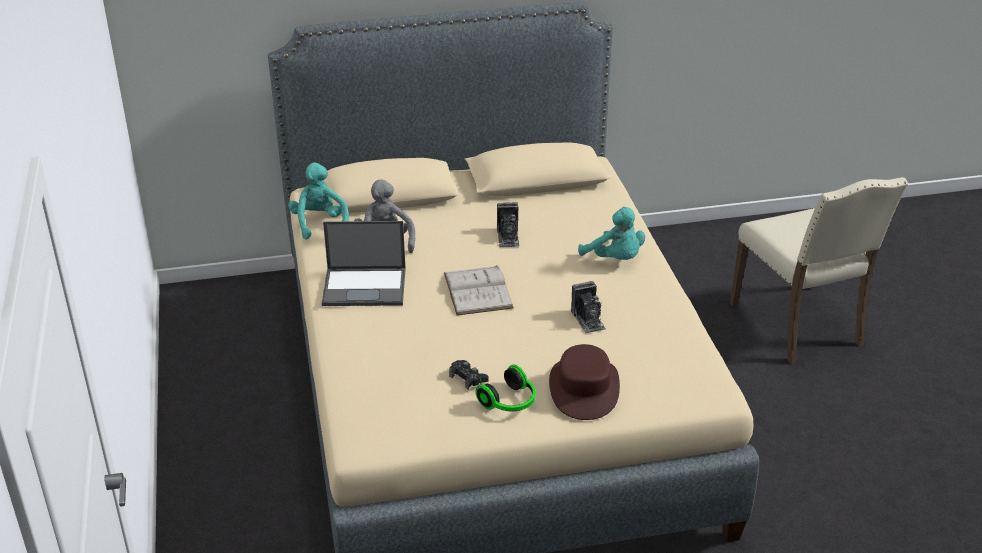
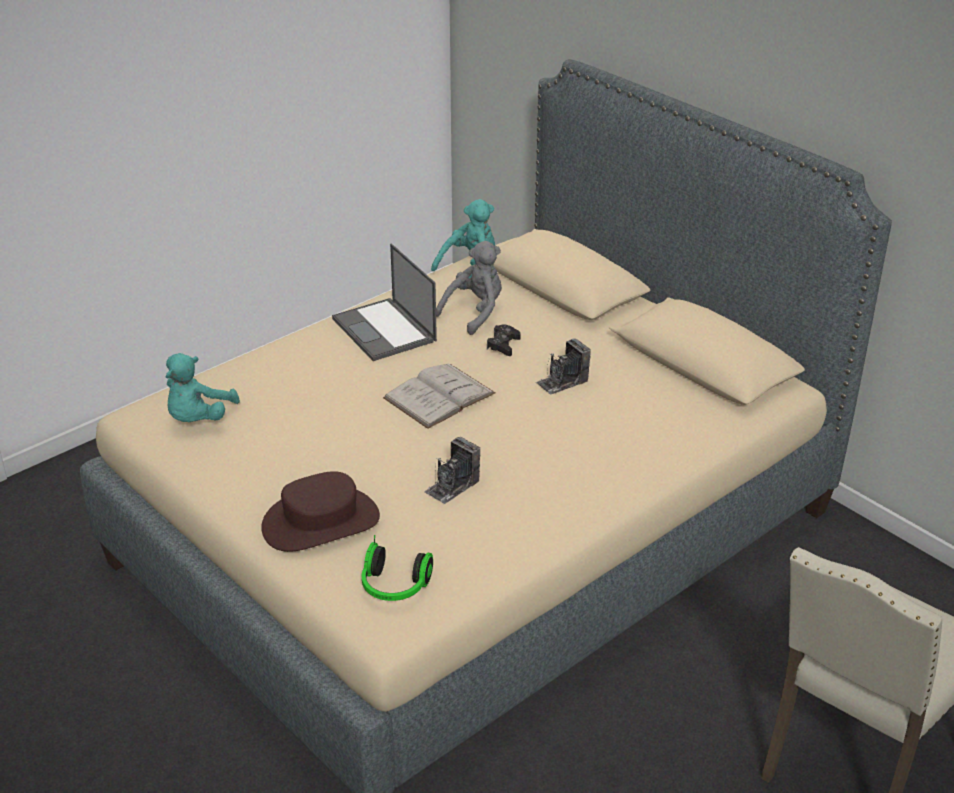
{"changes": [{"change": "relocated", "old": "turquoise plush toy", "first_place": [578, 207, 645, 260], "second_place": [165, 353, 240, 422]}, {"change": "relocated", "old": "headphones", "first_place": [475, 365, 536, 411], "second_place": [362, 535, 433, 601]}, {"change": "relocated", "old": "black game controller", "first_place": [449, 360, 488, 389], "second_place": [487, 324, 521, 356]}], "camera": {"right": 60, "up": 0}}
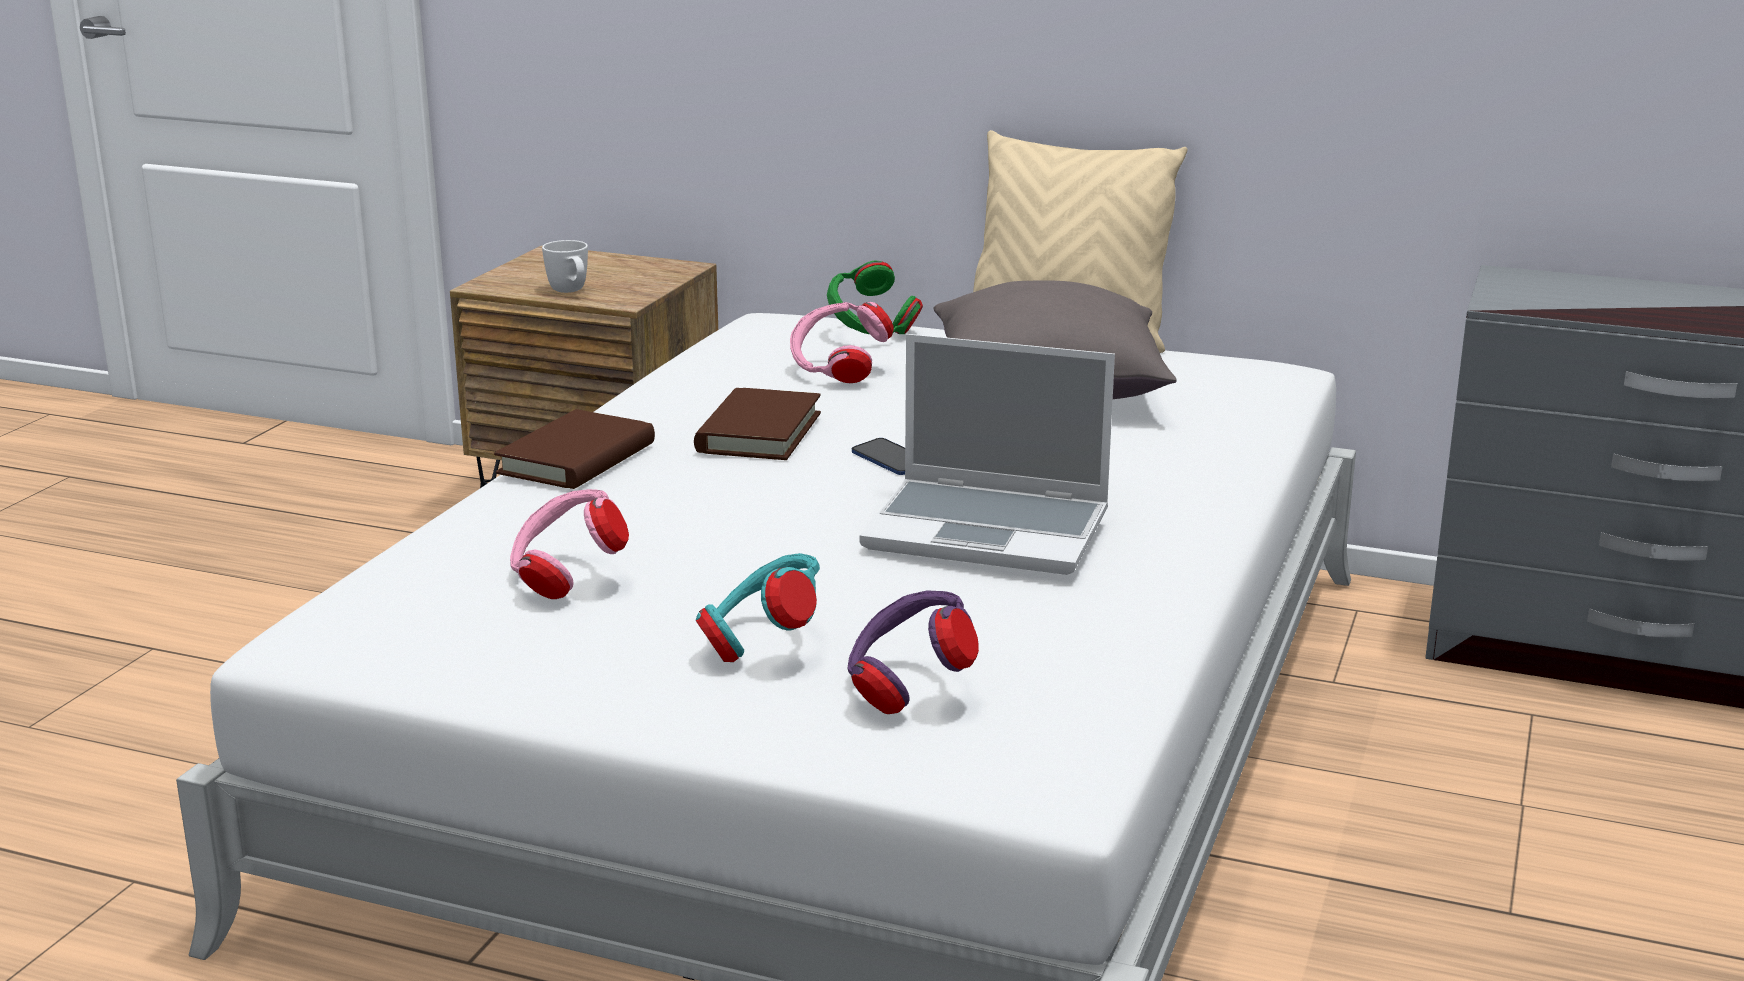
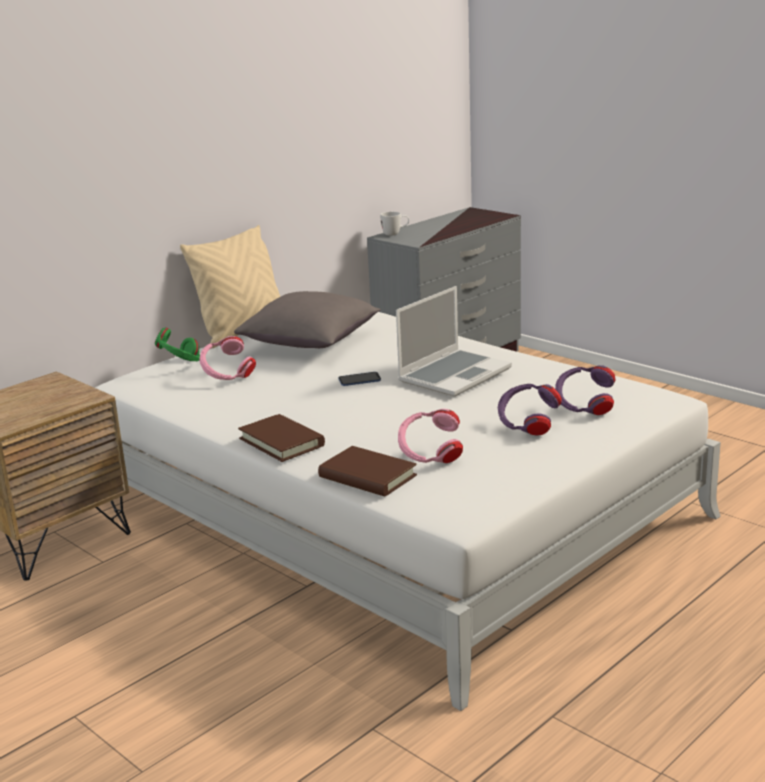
{"changes": [{"change": "relocated", "old": "brown book", "first_place": [694, 388, 821, 460], "second_place": [318, 446, 417, 496]}, {"change": "relocated", "old": "white mug", "first_place": [542, 240, 588, 293], "second_place": [380, 212, 409, 236]}, {"change": "colour", "old": "turquoise headphones", "new": "purple headphones", "first_place": [696, 553, 820, 662], "second_place": [498, 384, 562, 435]}], "camera": {"right": -65, "up": 0}}
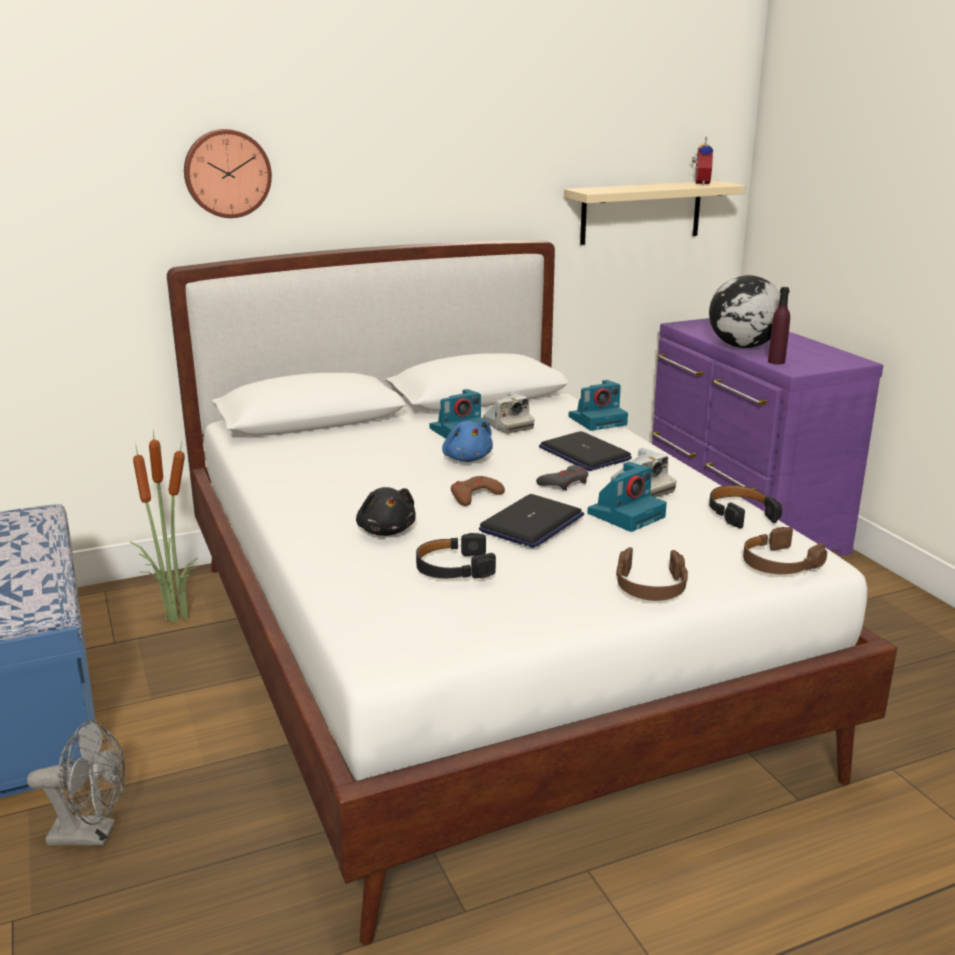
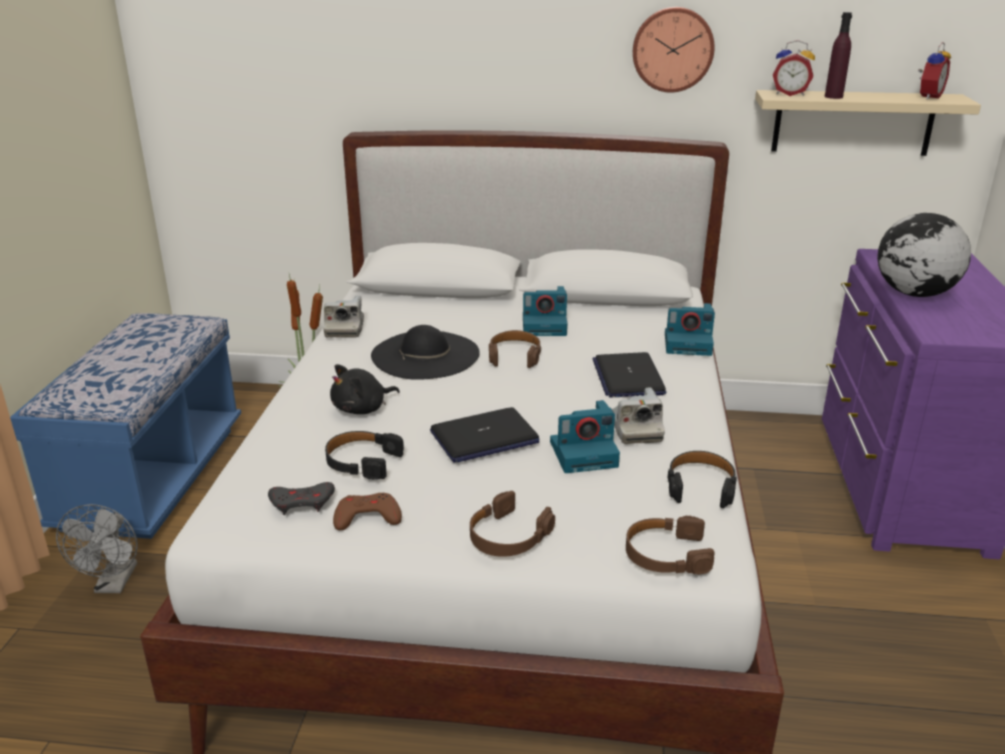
{"changes": [{"change": "spun", "old": "grey fan", "first_place": [27, 720, 125, 846], "second_place": [56, 504, 138, 593], "degrees": 60}, {"change": "relocated", "old": "grey game controller", "first_place": [536, 465, 589, 491], "second_place": [268, 482, 335, 515]}, {"change": "relocated", "old": "photo camera", "first_place": [483, 391, 535, 434], "second_place": [324, 296, 364, 338]}, {"change": "spun", "old": "black plush toy", "first_place": [356, 487, 416, 536], "second_place": [330, 364, 400, 414], "degrees": 45}, {"change": "relocated", "old": "brown game controller", "first_place": [451, 476, 505, 506], "second_place": [333, 493, 402, 530]}, {"change": "appeared", "new": "black hat", "second_place": [371, 325, 480, 380]}, {"change": "exchanged", "old": "blue plush toy", "new": "brown headphones", "first_place": [442, 421, 493, 462], "second_place": [489, 330, 541, 368]}, {"change": "relocated", "old": "wall clock", "first_place": [184, 129, 272, 218], "second_place": [633, 7, 715, 93]}, {"change": "appeared", "new": "alarm clock", "second_place": [773, 40, 815, 96]}, {"change": "relocated", "old": "purple bottle", "first_place": [768, 287, 790, 364], "second_place": [825, 12, 852, 99]}], "camera": {"right": 30, "up": 5}}
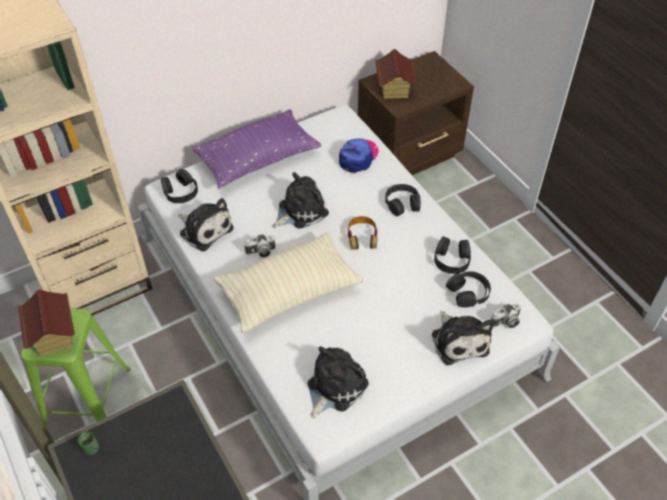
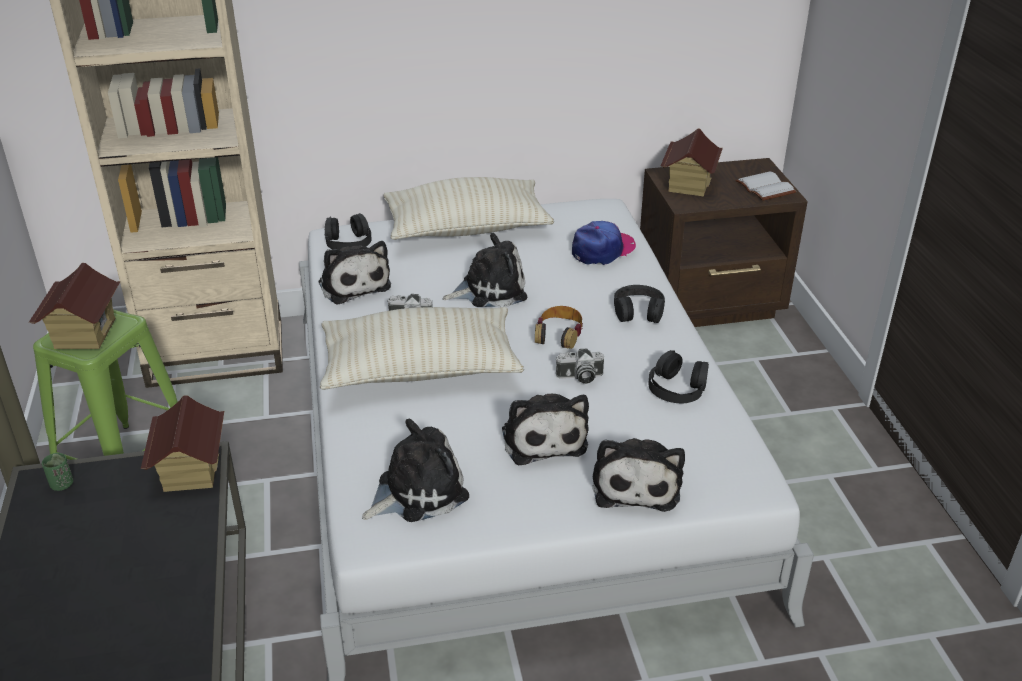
{"changes": [{"change": "appeared", "new": "toy house", "second_place": [141, 395, 224, 492]}, {"change": "colour", "old": "purple pillow", "new": "beige pillow", "first_place": [192, 109, 321, 189], "second_place": [383, 177, 554, 240]}, {"change": "appeared", "new": "plush toy", "second_place": [502, 394, 589, 465]}, {"change": "relocated", "old": "photo camera", "first_place": [491, 303, 521, 328], "second_place": [556, 348, 604, 384]}, {"change": "appeared", "new": "white book", "second_place": [735, 171, 796, 201]}, {"change": "missing", "old": "black headphones", "first_place": [446, 271, 491, 307]}], "camera": {"right": 20, "up": -15}}
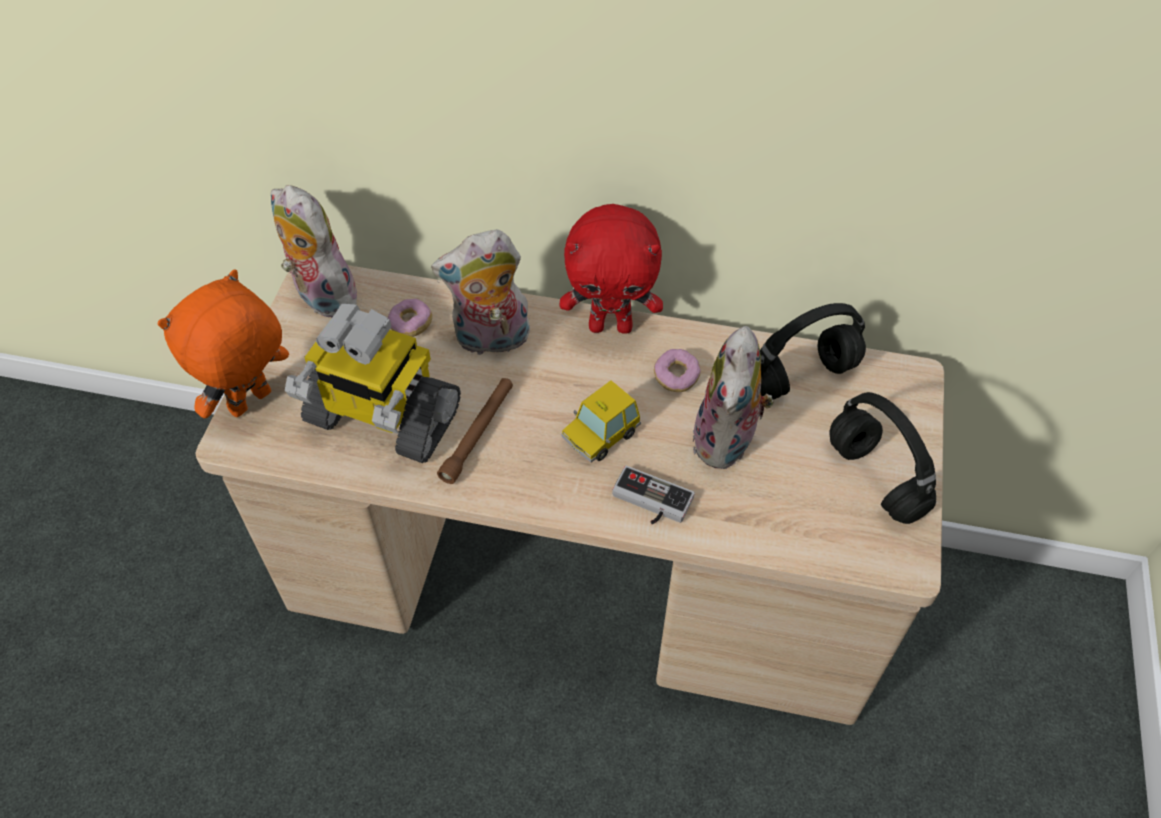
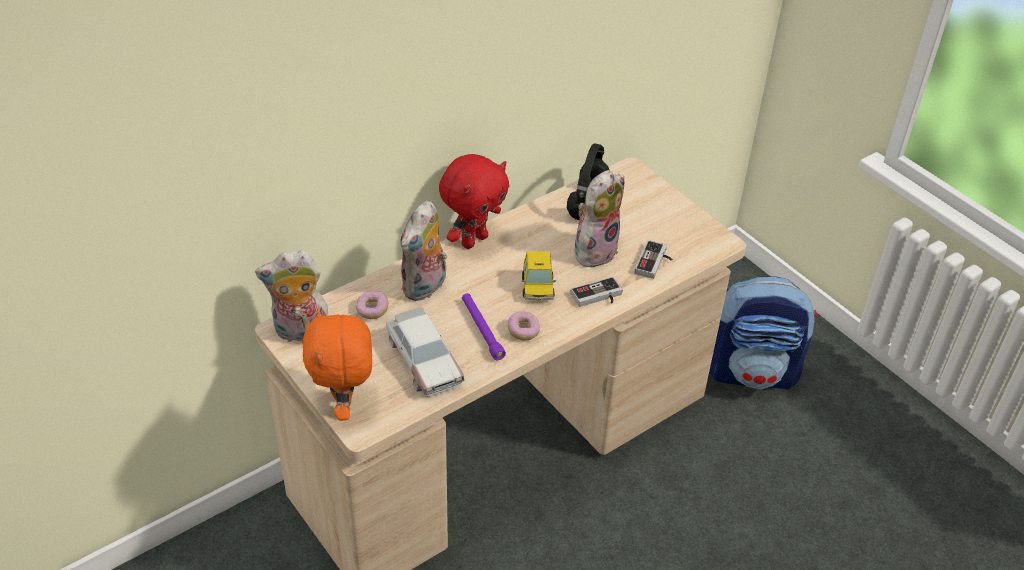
{"changes": [{"change": "exchanged", "old": "toy robot", "new": "toy car", "first_place": [285, 304, 461, 463], "second_place": [386, 307, 464, 397]}, {"change": "colour", "old": "brown flashlight", "new": "purple flashlight", "first_place": [437, 378, 513, 484], "second_place": [462, 293, 506, 360]}, {"change": "relocated", "old": "donut", "first_place": [654, 349, 701, 392], "second_place": [508, 311, 540, 341]}, {"change": "spun", "old": "plush toy", "first_place": [693, 326, 774, 469], "second_place": [575, 170, 624, 270], "degrees": -105}, {"change": "appeared", "new": "game controller", "second_place": [635, 240, 672, 279]}, {"change": "appeared", "new": "backpack", "second_place": [709, 276, 817, 390]}, {"change": "missing", "old": "black headphones", "first_place": [829, 392, 936, 524]}], "camera": {"right": -50, "up": -10}}
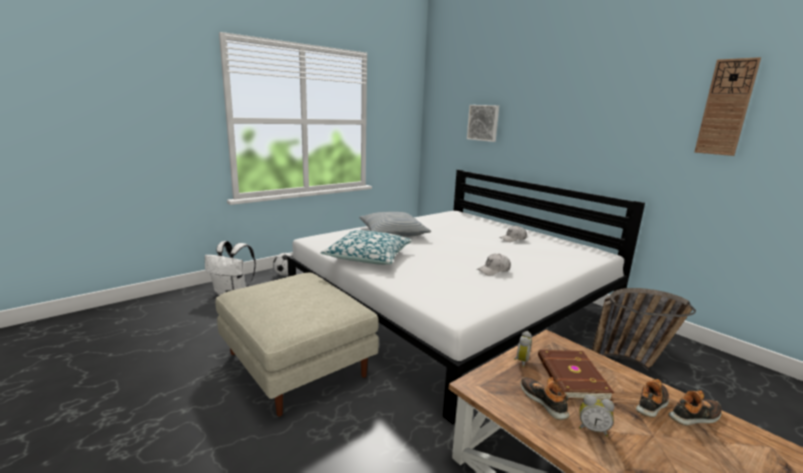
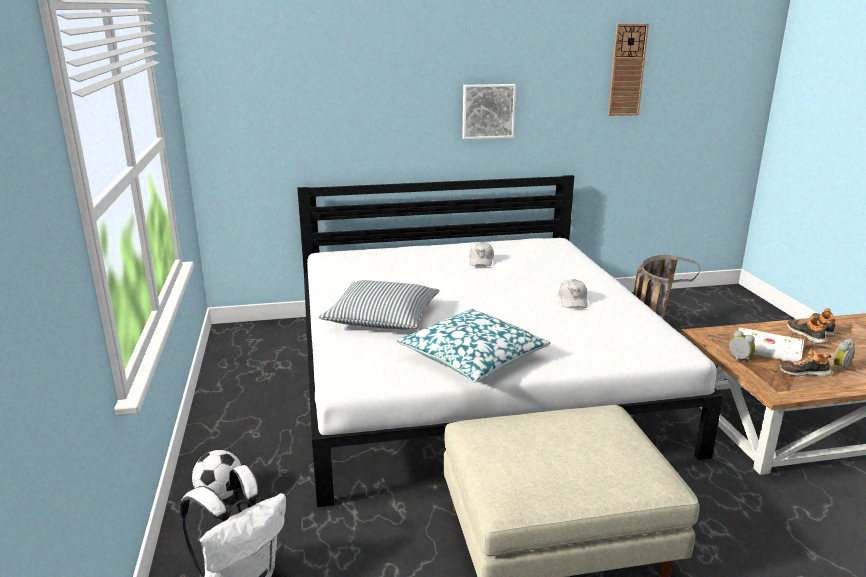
{"changes": [{"change": "relocated", "old": "picture", "first_place": [467, 105, 499, 142], "second_place": [462, 84, 516, 139]}, {"change": "colour", "old": "brown book", "new": "white book", "first_place": [538, 350, 614, 401], "second_place": [738, 327, 804, 362]}], "camera": {"right": -60, "up": 5}}
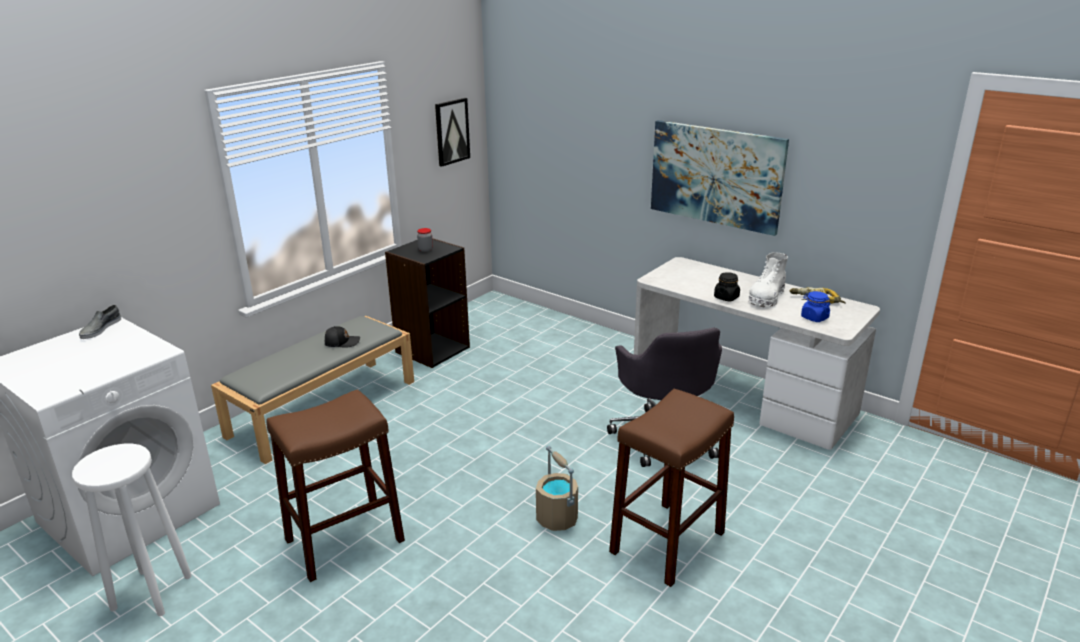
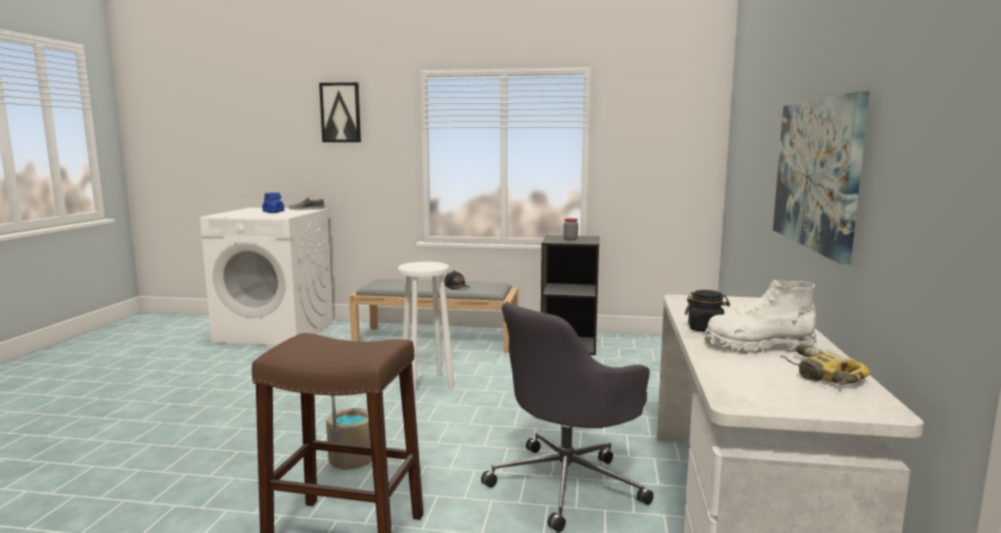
{"changes": [{"change": "relocated", "old": "blue jar", "first_place": [801, 291, 831, 322], "second_place": [262, 192, 284, 213]}, {"change": "relocated", "old": "picture", "first_place": [435, 98, 470, 167], "second_place": [319, 82, 361, 142]}, {"change": "relocated", "old": "white stool", "first_place": [72, 444, 192, 616], "second_place": [398, 262, 454, 395]}, {"change": "missing", "old": "brown stool", "first_place": [266, 389, 405, 582]}], "camera": {"right": 60, "up": -15}}
